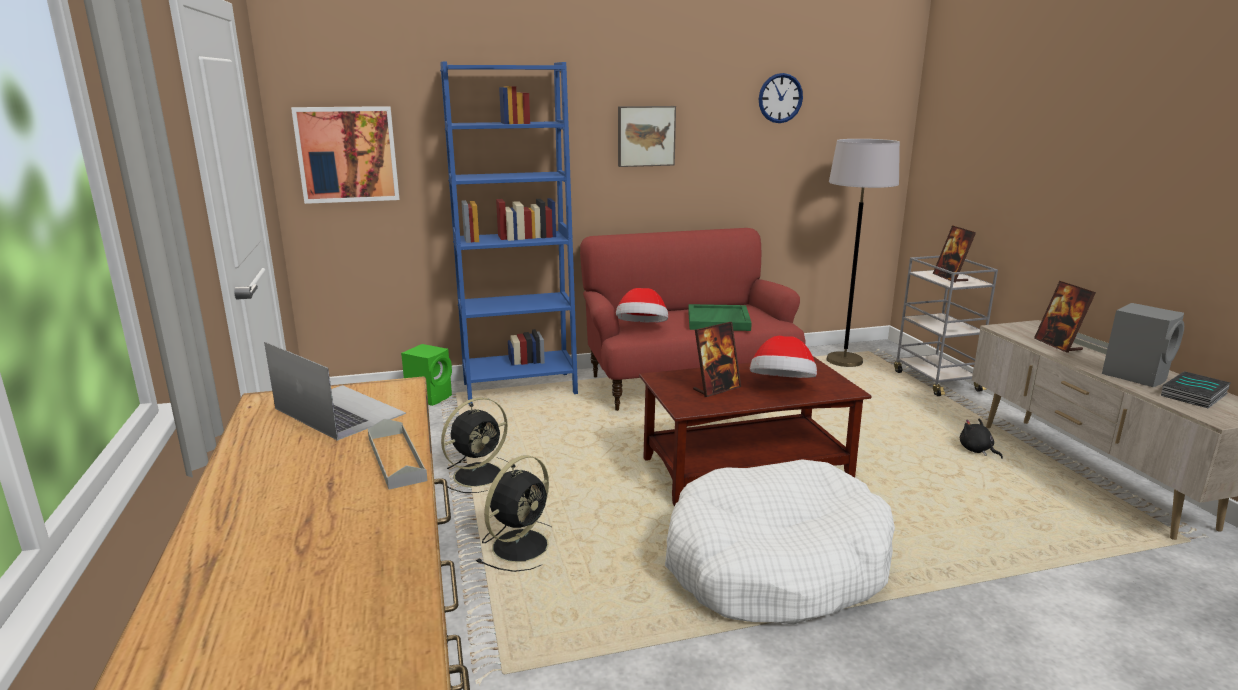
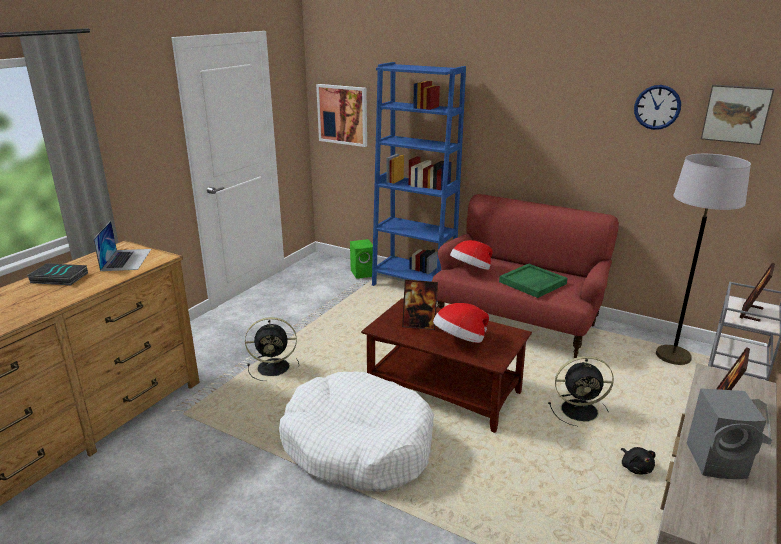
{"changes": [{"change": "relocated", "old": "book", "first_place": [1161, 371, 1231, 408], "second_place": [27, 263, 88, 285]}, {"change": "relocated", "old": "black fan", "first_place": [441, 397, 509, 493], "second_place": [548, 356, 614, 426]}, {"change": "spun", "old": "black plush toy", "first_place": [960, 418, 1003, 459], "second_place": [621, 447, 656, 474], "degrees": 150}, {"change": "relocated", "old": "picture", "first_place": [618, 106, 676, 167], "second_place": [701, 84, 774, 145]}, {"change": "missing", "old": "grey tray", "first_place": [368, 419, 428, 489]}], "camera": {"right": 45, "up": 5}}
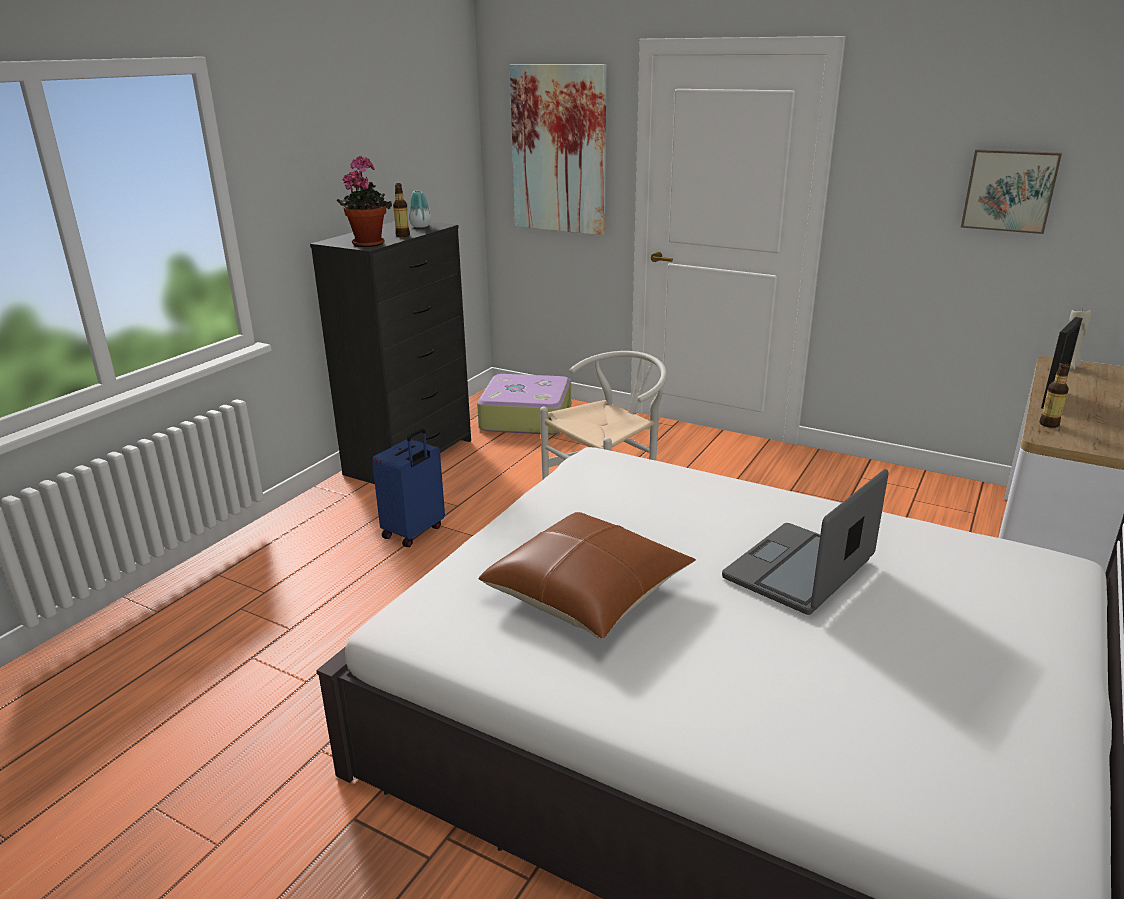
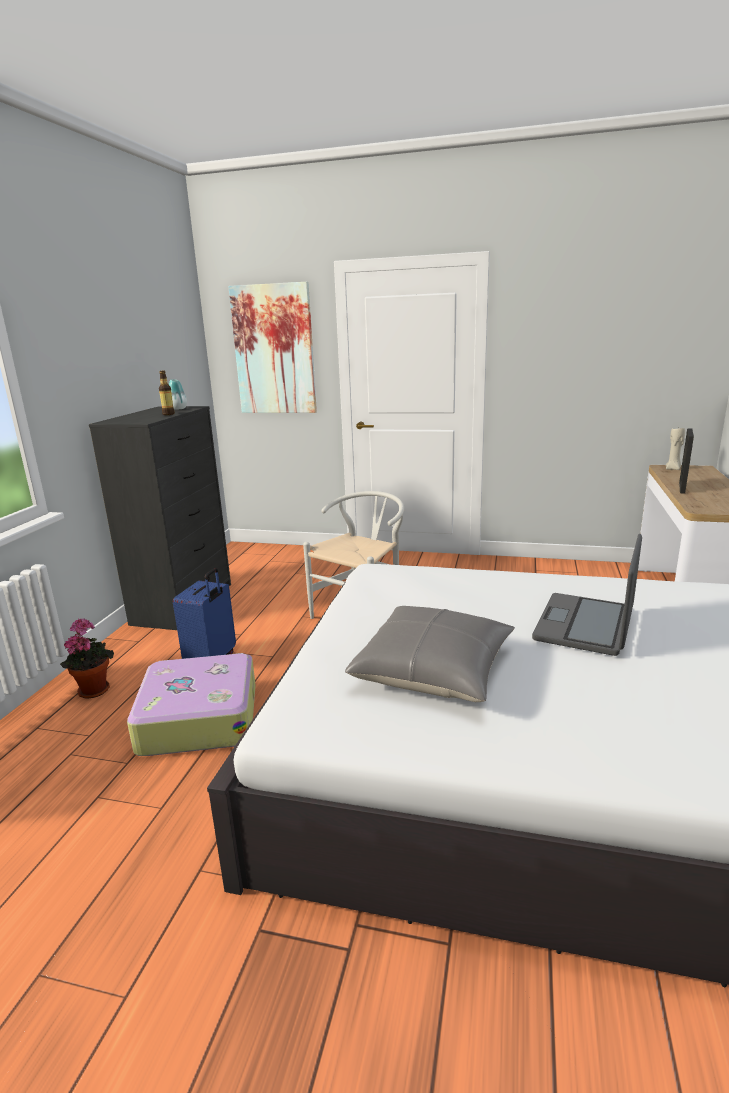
{"changes": [{"change": "relocated", "old": "potted plant", "first_place": [337, 156, 392, 247], "second_place": [60, 618, 114, 699]}, {"change": "relocated", "old": "suitcase", "first_place": [477, 374, 571, 435], "second_place": [127, 653, 256, 756]}, {"change": "colour", "old": "brown pillow", "new": "grey pillow", "first_place": [479, 512, 696, 639], "second_place": [345, 606, 515, 702]}, {"change": "missing", "old": "picture", "first_place": [961, 149, 1062, 234]}, {"change": "missing", "old": "bottle", "first_place": [1039, 362, 1069, 428]}], "camera": {"right": -15, "up": -5}}
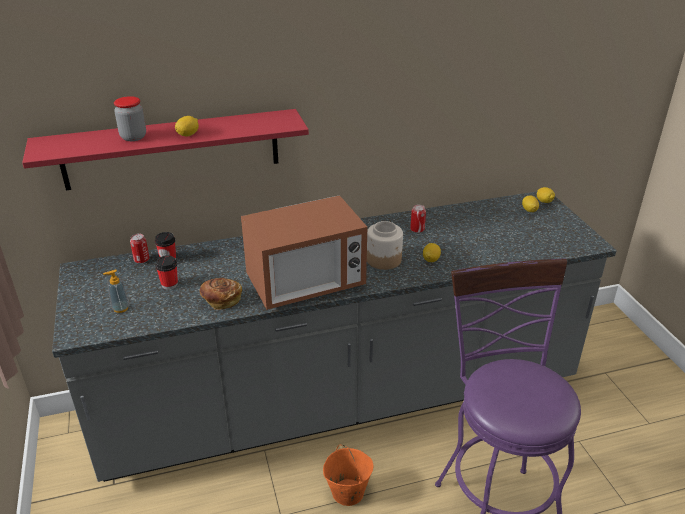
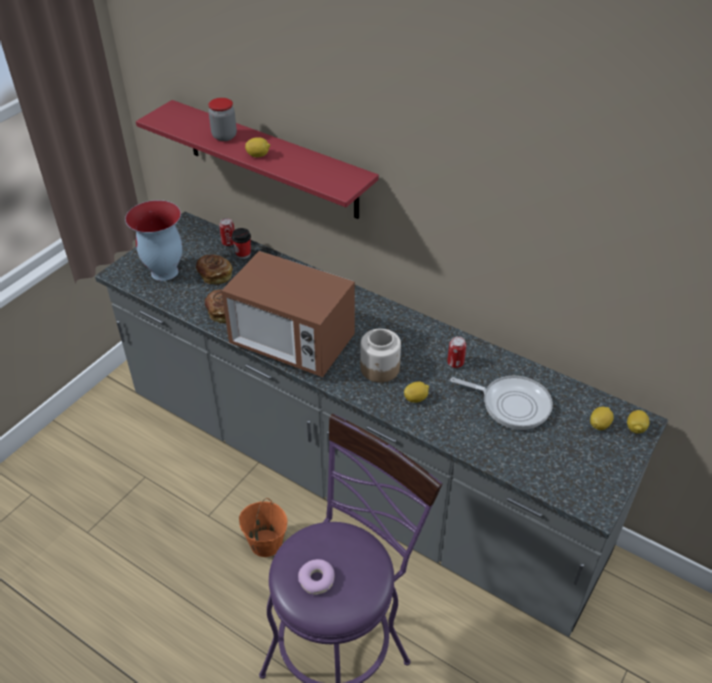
{"changes": [{"change": "exchanged", "old": "soap dispenser", "new": "vase", "first_place": [103, 270, 129, 313], "second_place": [125, 200, 182, 281]}, {"change": "exchanged", "old": "cup", "new": "bread", "first_place": [155, 255, 178, 290], "second_place": [196, 255, 232, 284]}, {"change": "appeared", "new": "donut", "second_place": [298, 559, 335, 594]}, {"change": "appeared", "new": "frying pan", "second_place": [450, 375, 553, 430]}], "camera": {"right": 50, "up": 10}}
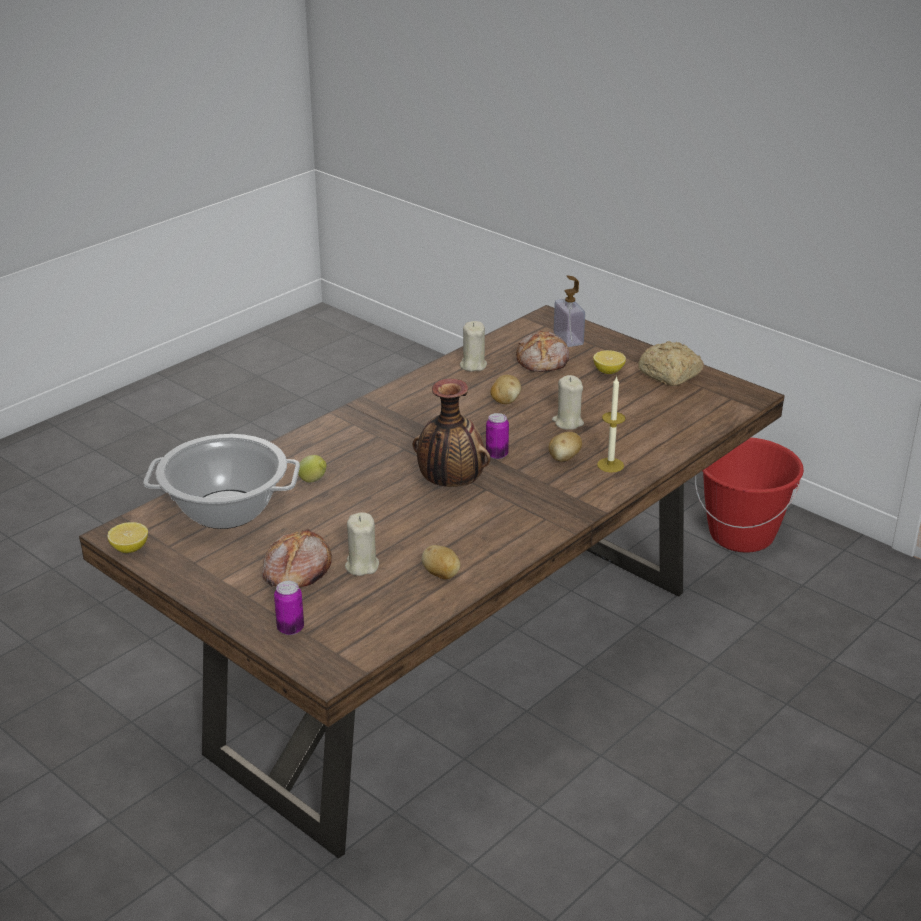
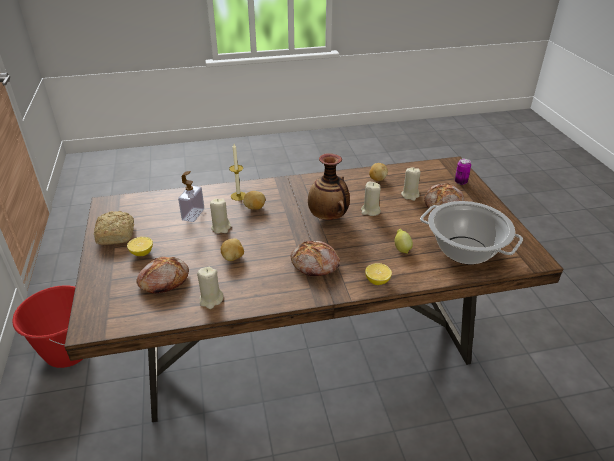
{"changes": [{"change": "relocated", "old": "soap dispenser", "first_place": [554, 275, 585, 347], "second_place": [178, 171, 204, 222]}, {"change": "appeared", "new": "bread", "second_place": [291, 240, 340, 276]}, {"change": "appeared", "new": "beige candle", "second_place": [361, 182, 381, 216]}, {"change": "relocated", "old": "lemon", "first_place": [107, 522, 148, 553], "second_place": [365, 263, 392, 285]}, {"change": "missing", "old": "can", "first_place": [486, 413, 509, 459]}], "camera": {"right": -145, "up": 5}}
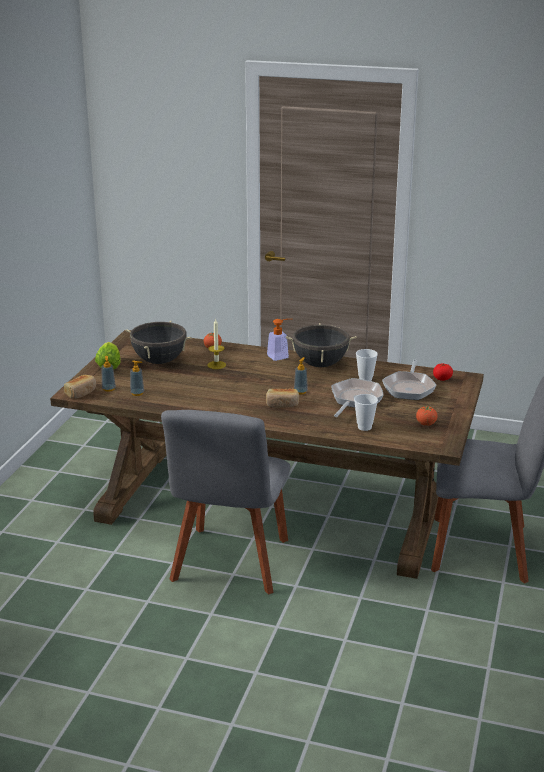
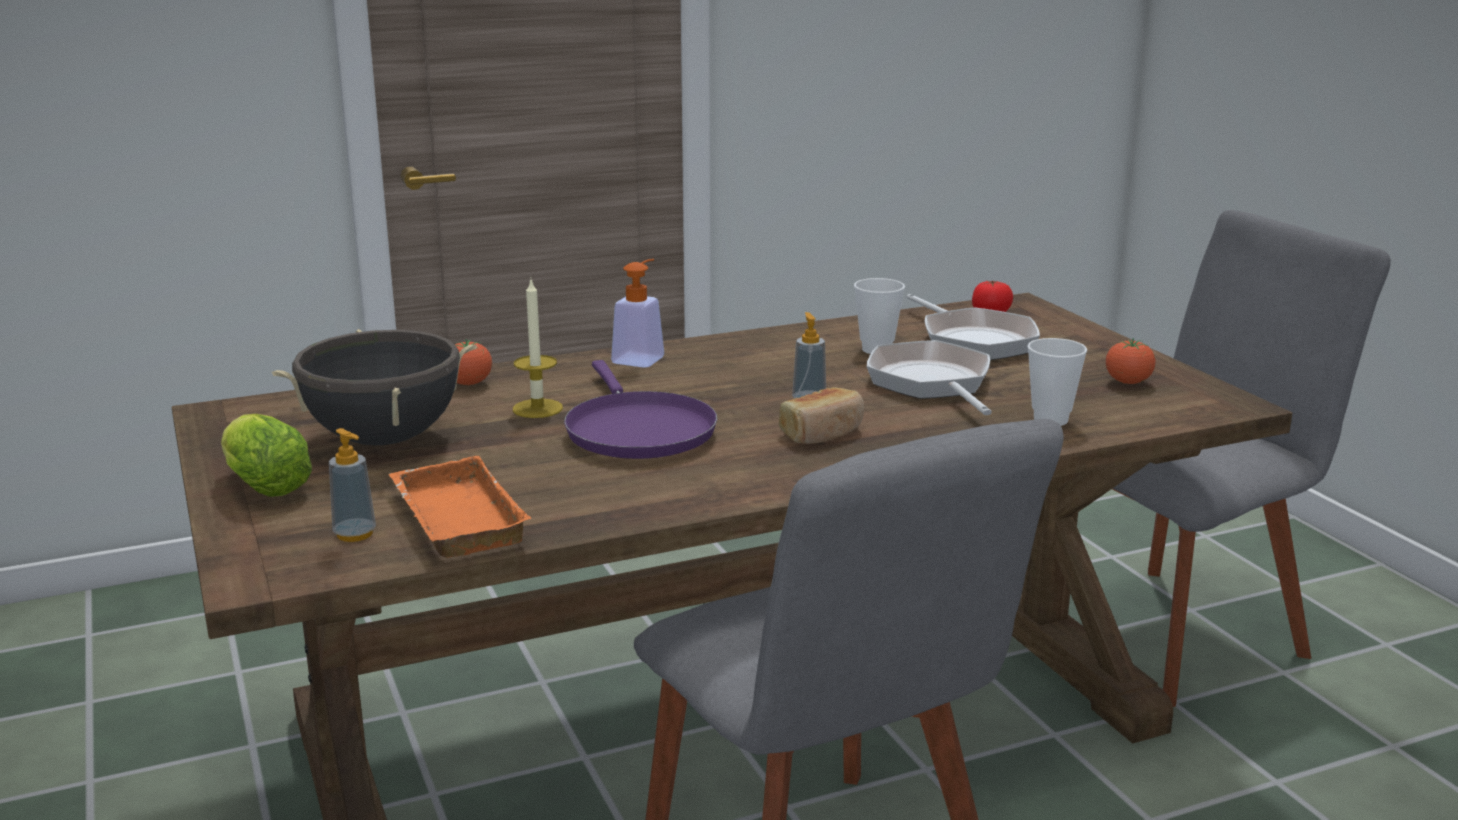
{"changes": [{"change": "exchanged", "old": "soap dispenser", "new": "orange tray", "first_place": [130, 361, 144, 396], "second_place": [388, 456, 532, 558]}, {"change": "appeared", "new": "purple frying pan", "second_place": [564, 360, 717, 459]}, {"change": "missing", "old": "bread", "first_place": [64, 375, 96, 399]}, {"change": "missing", "old": "black cooking pot", "first_place": [286, 323, 357, 367]}], "camera": {"right": -40, "up": -5}}
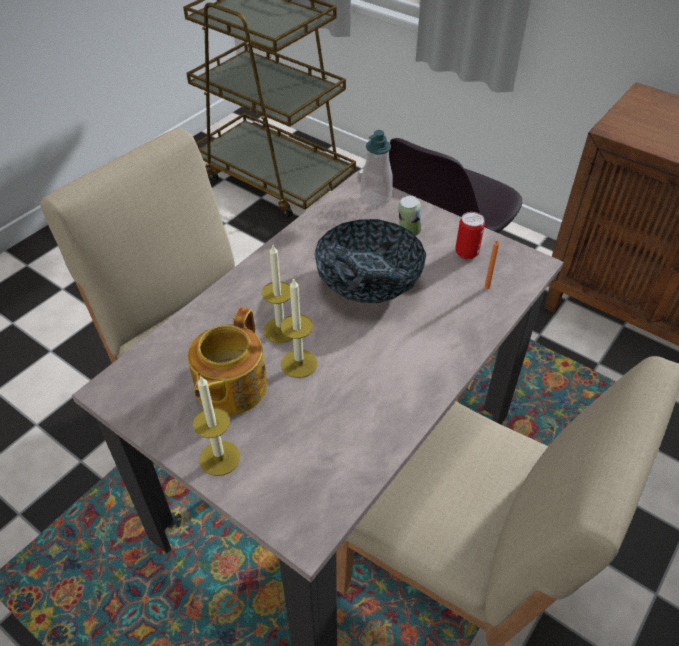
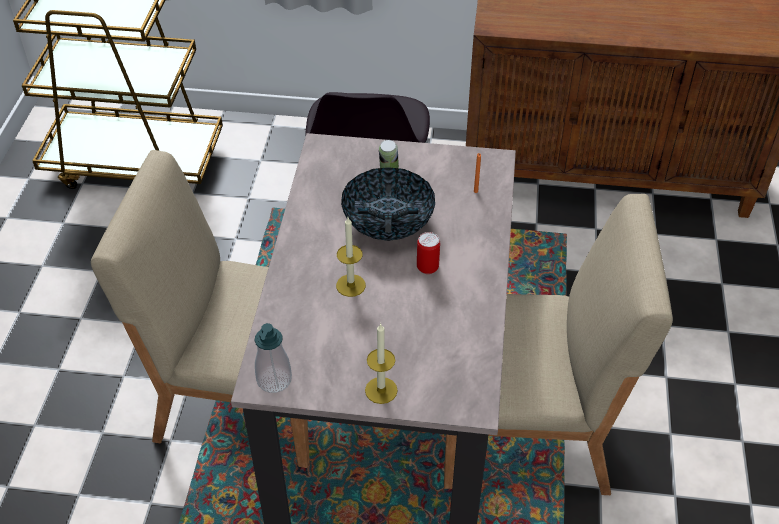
{"changes": [{"change": "relocated", "old": "soap dispenser", "first_place": [360, 130, 393, 206], "second_place": [255, 323, 292, 393]}, {"change": "relocated", "old": "can", "first_place": [455, 212, 485, 259], "second_place": [417, 232, 440, 274]}, {"change": "missing", "old": "teapot", "first_place": [188, 307, 267, 415]}, {"change": "missing", "old": "candle", "first_place": [281, 277, 317, 378]}], "camera": {"right": -30, "up": 0}}
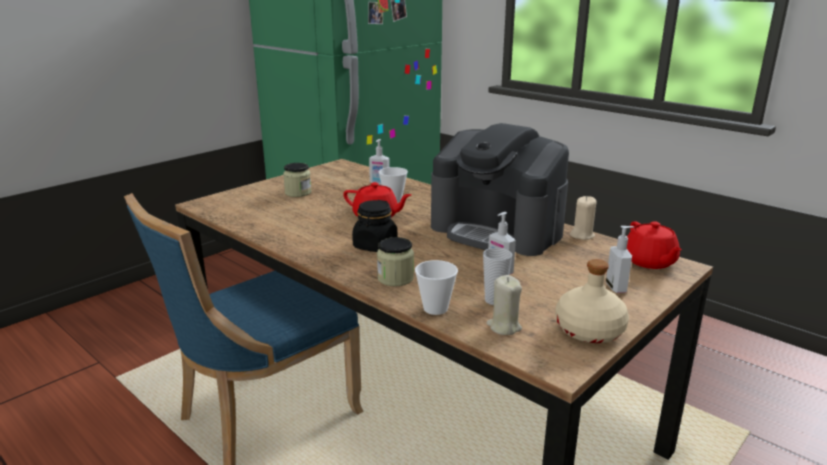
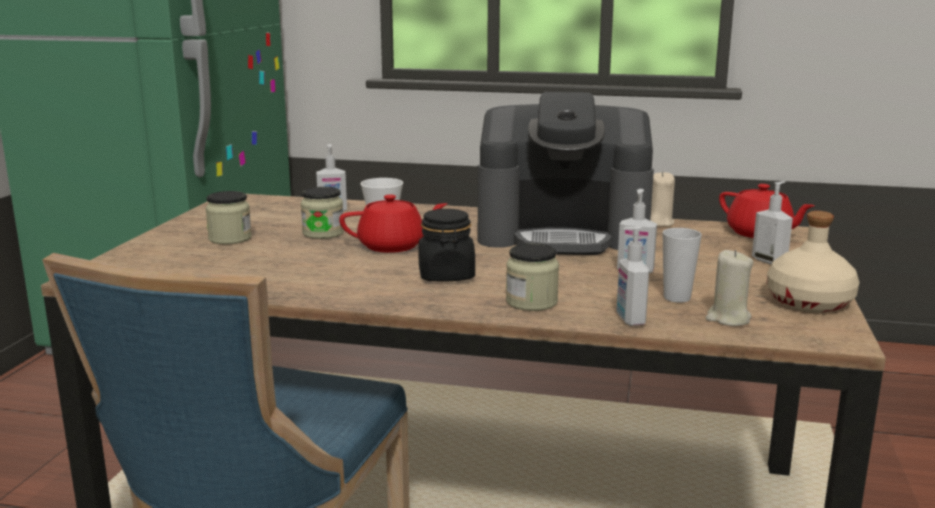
{"changes": [{"change": "appeared", "new": "jar", "second_place": [301, 187, 344, 239]}, {"change": "exchanged", "old": "cup", "new": "soap dispenser", "first_place": [415, 260, 458, 315], "second_place": [616, 226, 649, 326]}], "camera": {"right": -30, "up": -5}}
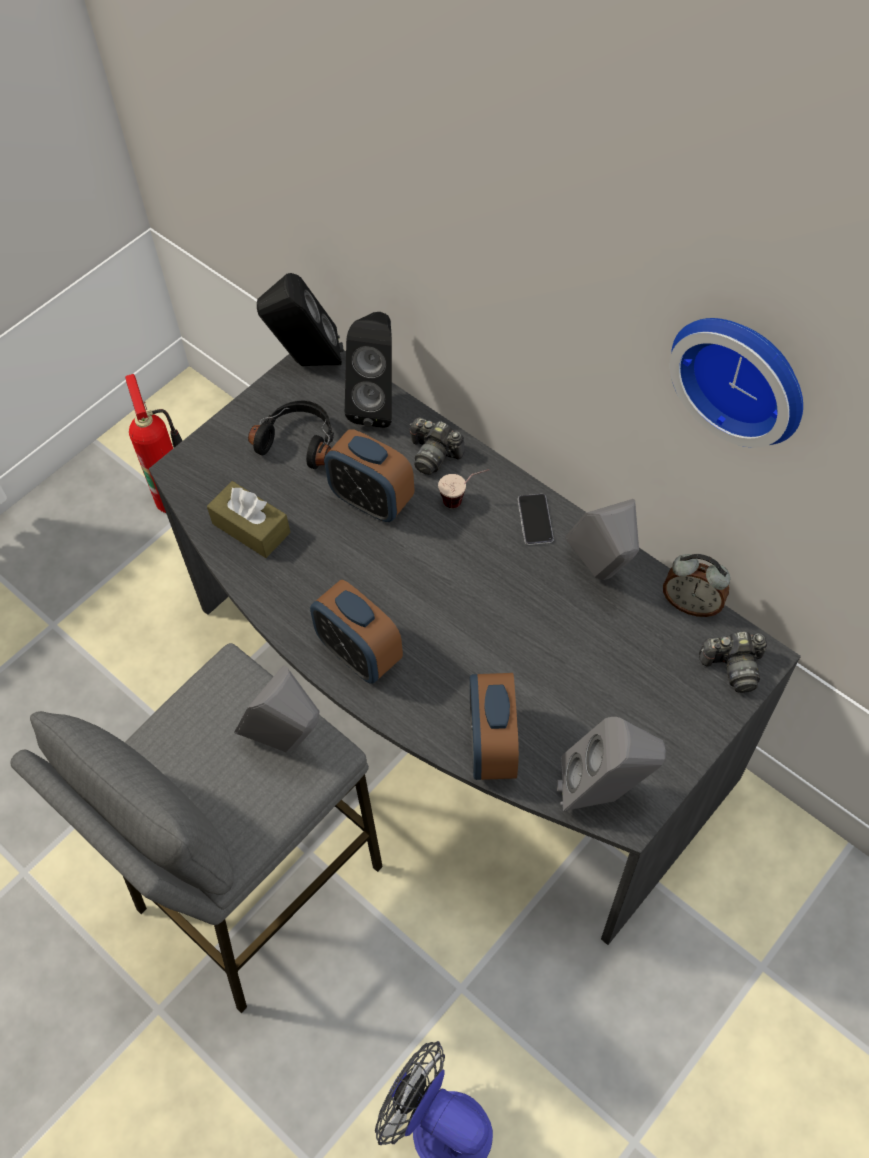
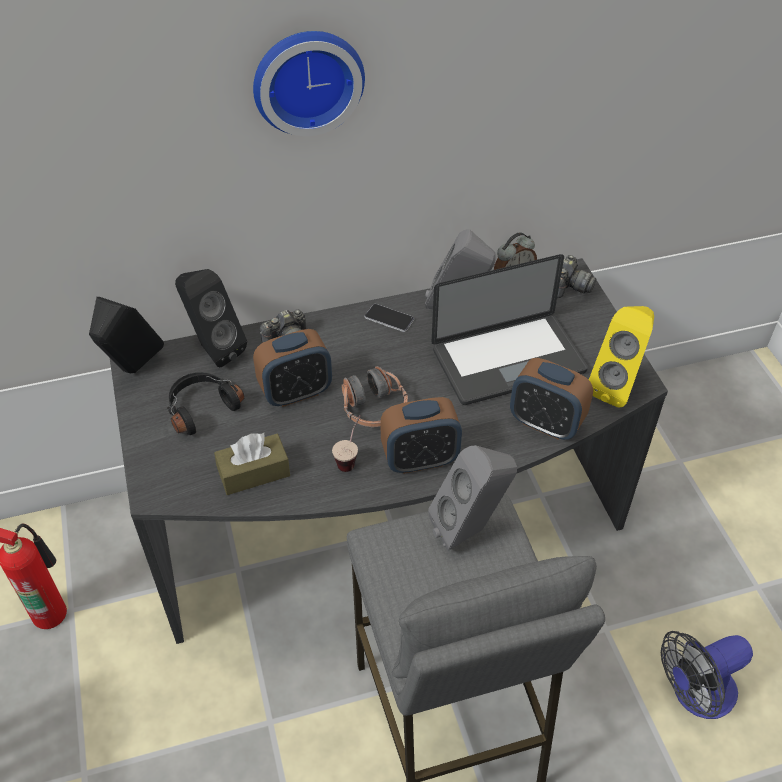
{"changes": [{"change": "relocated", "old": "wall clock", "first_place": [670, 318, 803, 448], "second_place": [253, 31, 365, 136]}, {"change": "relocated", "old": "cup", "first_place": [438, 469, 489, 508], "second_place": [332, 415, 361, 472]}, {"change": "appeared", "new": "headphones", "second_place": [341, 366, 408, 427]}, {"change": "appeared", "new": "laptop", "second_place": [432, 254, 588, 405]}, {"change": "colour", "old": "grey speaker", "new": "yellow speaker", "first_place": [557, 717, 666, 812], "second_place": [589, 306, 654, 407]}], "camera": {"right": -60, "up": -10}}
